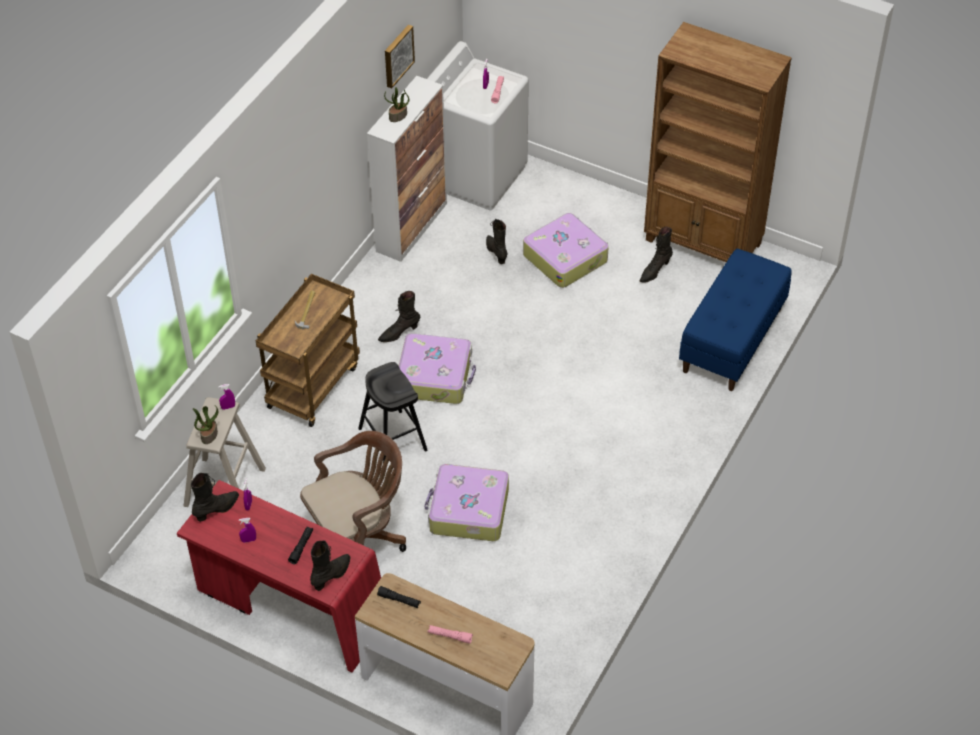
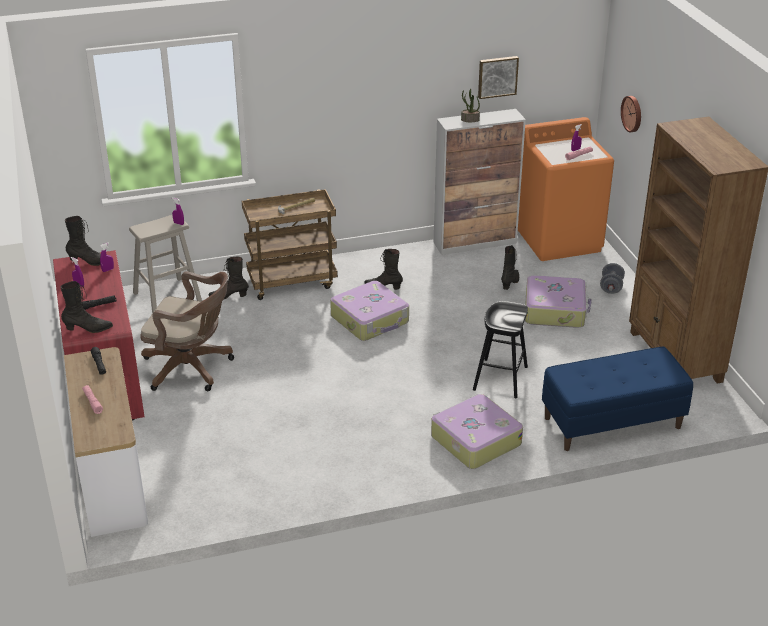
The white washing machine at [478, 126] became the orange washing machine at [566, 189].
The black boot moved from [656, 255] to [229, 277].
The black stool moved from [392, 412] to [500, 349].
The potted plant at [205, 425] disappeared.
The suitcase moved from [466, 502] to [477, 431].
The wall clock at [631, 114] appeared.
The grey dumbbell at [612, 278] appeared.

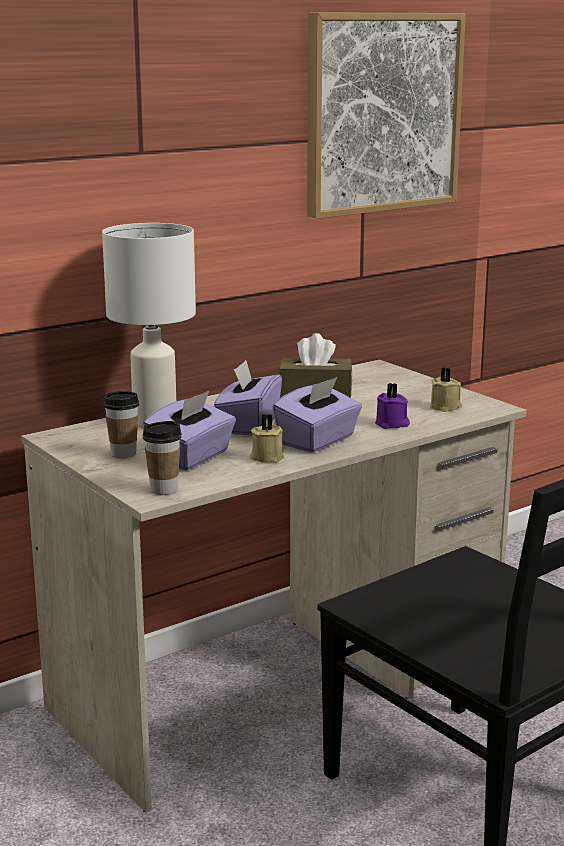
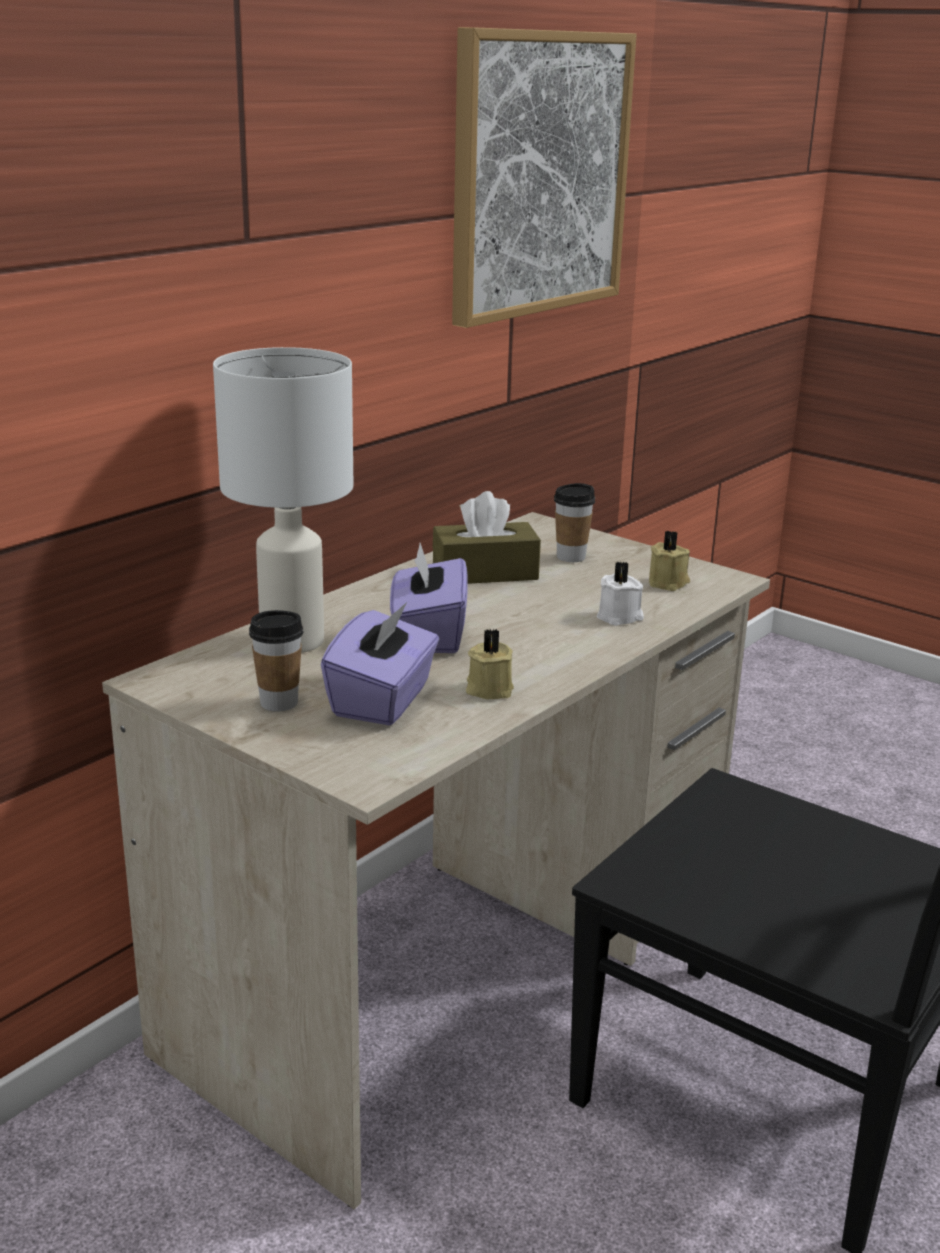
The purple tissue box at [317, 415] disappeared.
The purple candle at [392, 406] became the white candle at [620, 594].
The cup moved from [162, 458] to [574, 522].

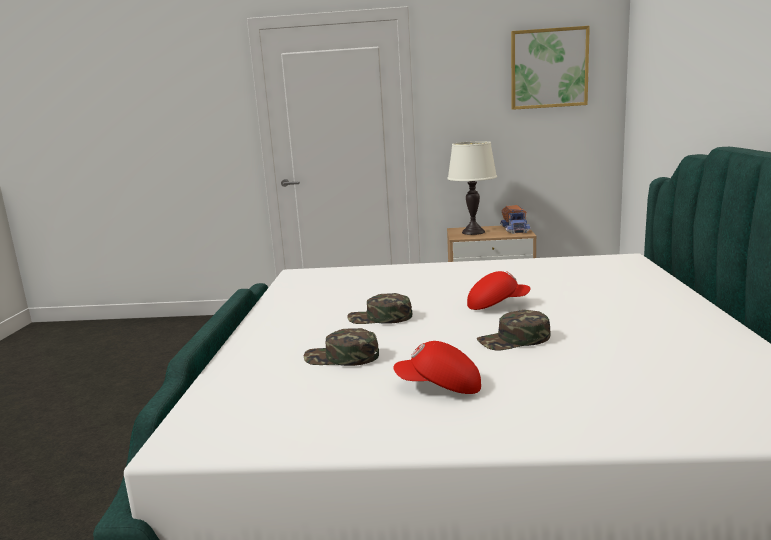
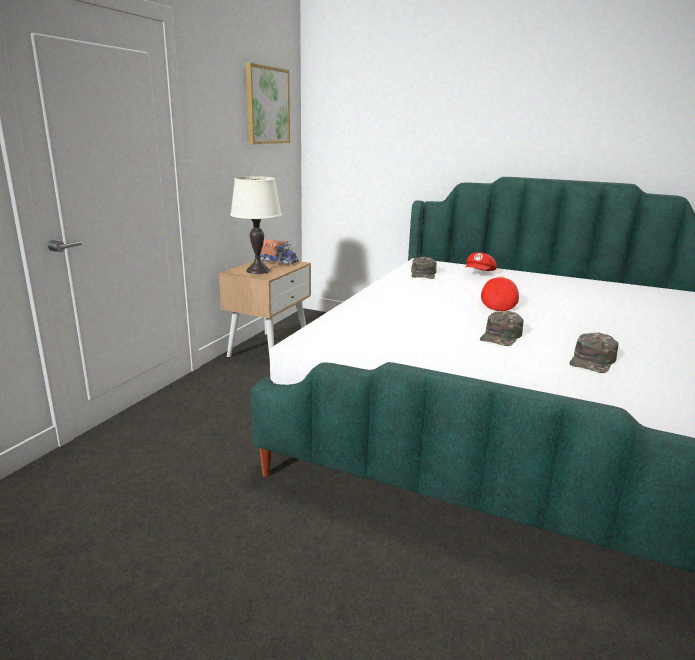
The green cap moved from [514, 330] to [423, 268].
The red cap moved from [437, 367] to [481, 261].

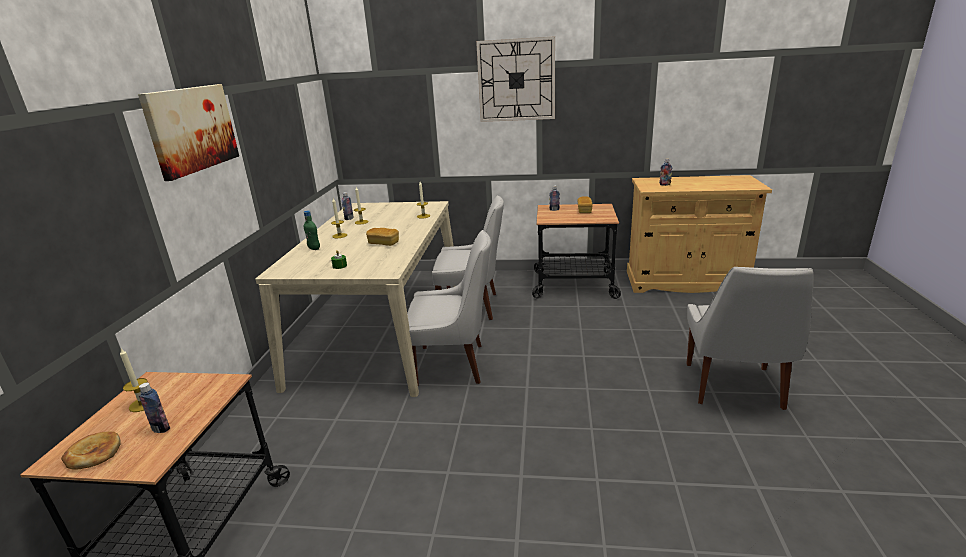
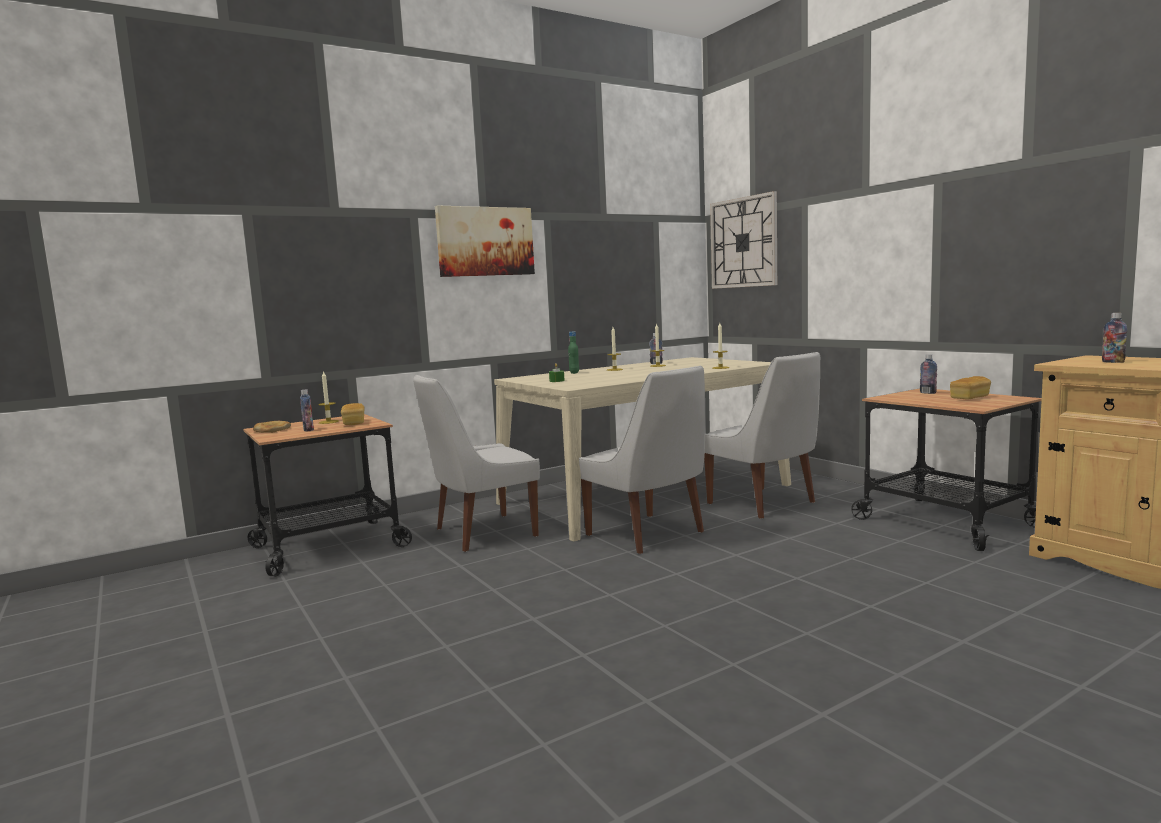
The wall clock moved from [515, 79] to [743, 240].
The bread moved from [382, 237] to [352, 414].
The white chair moved from [749, 338] to [476, 463].

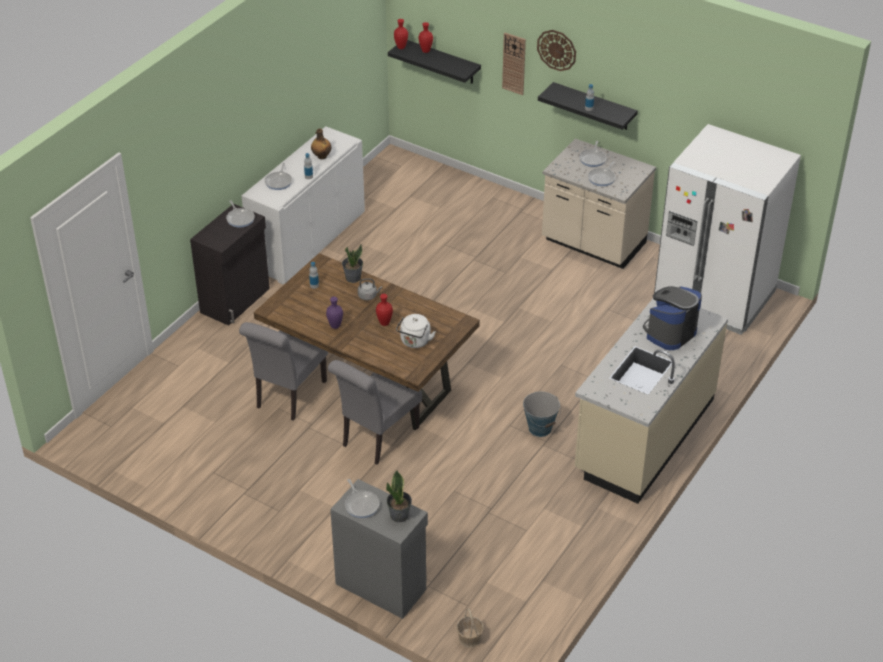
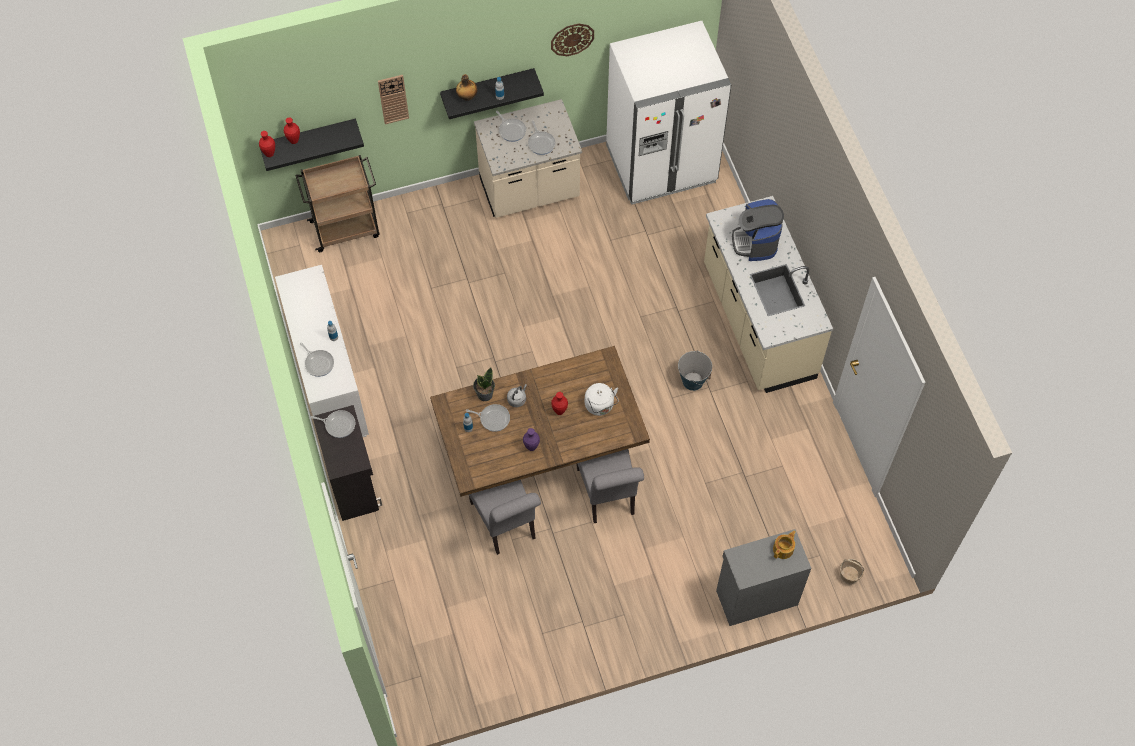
The wall clock moved from [556, 50] to [572, 39].
The bottle moved from [321, 144] to [466, 87].
The potted plant at [399, 496] was replaced by the teapot at [784, 545].
The frying pan moved from [362, 498] to [488, 418].
The brown cart at [337, 203] appeared.

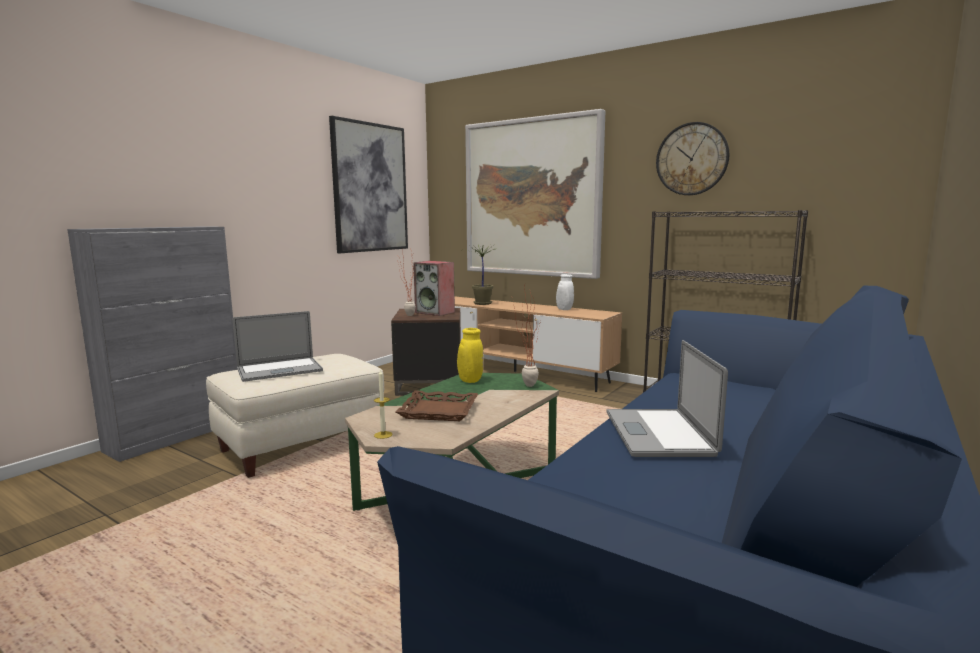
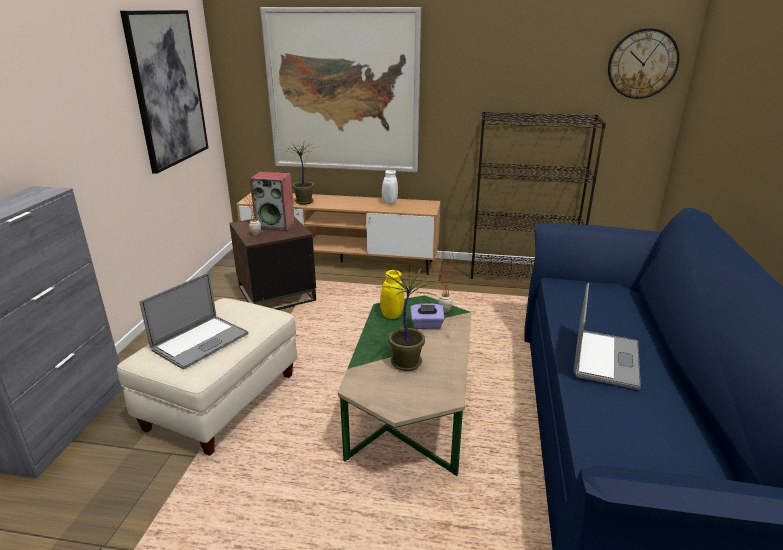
The wall clock moved from [692, 158] to [644, 63].
The laptop at [667, 398] turned 135 degrees counterclockwise.
The candle at [383, 404] disappeared.
The brown tray at [436, 405] was replaced by the potted plant at [411, 317].
The purple tissue box at [427, 316] appeared.

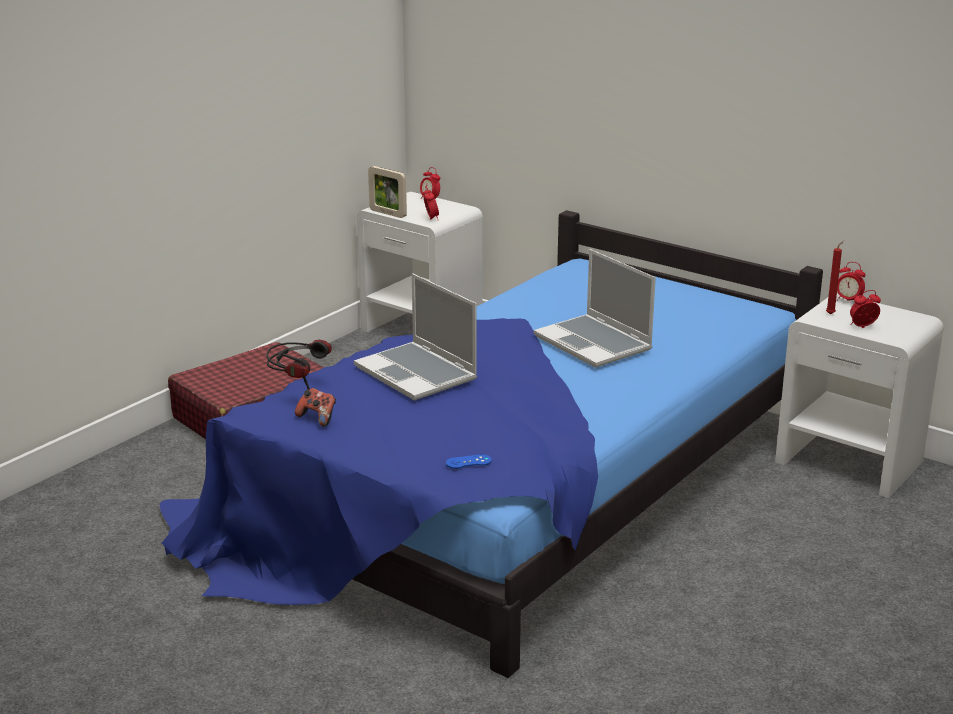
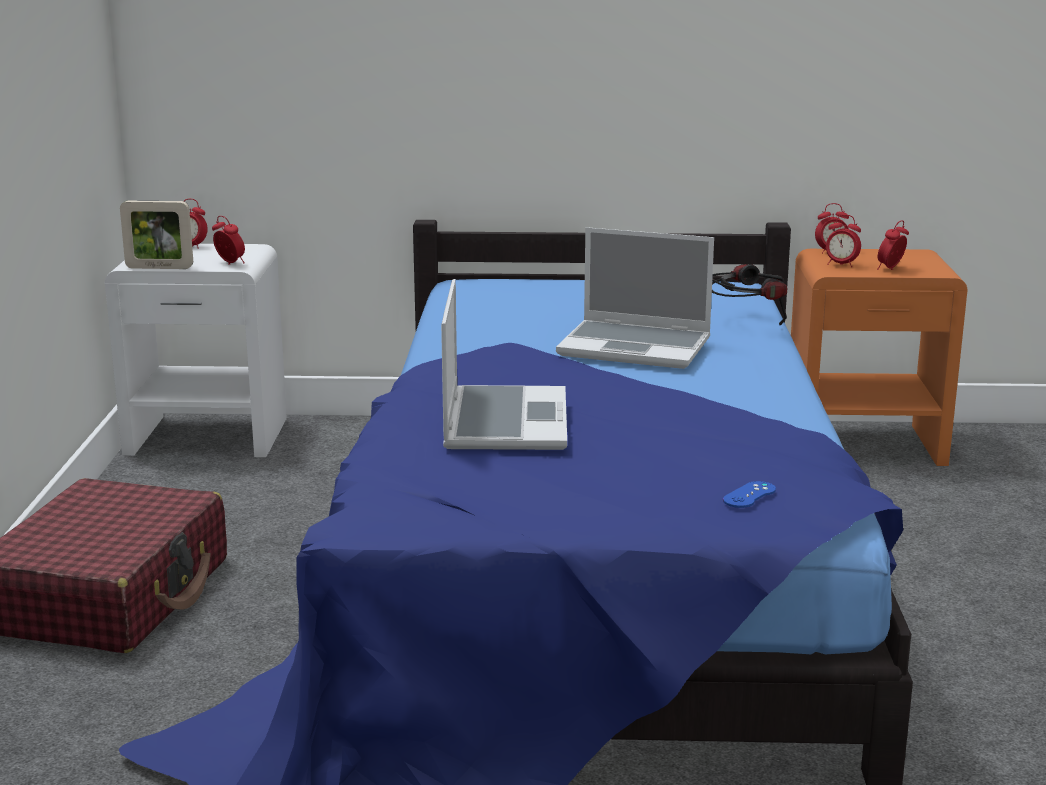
The red candle at [835, 278] was replaced by the alarm clock at [843, 241].
The laptop at [415, 337] turned 105 degrees counterclockwise.
The white nightstand at [859, 396] became the orange nightstand at [879, 357].
The headphones moved from [299, 365] to [749, 295].
The game controller at [315, 407] disappeared.

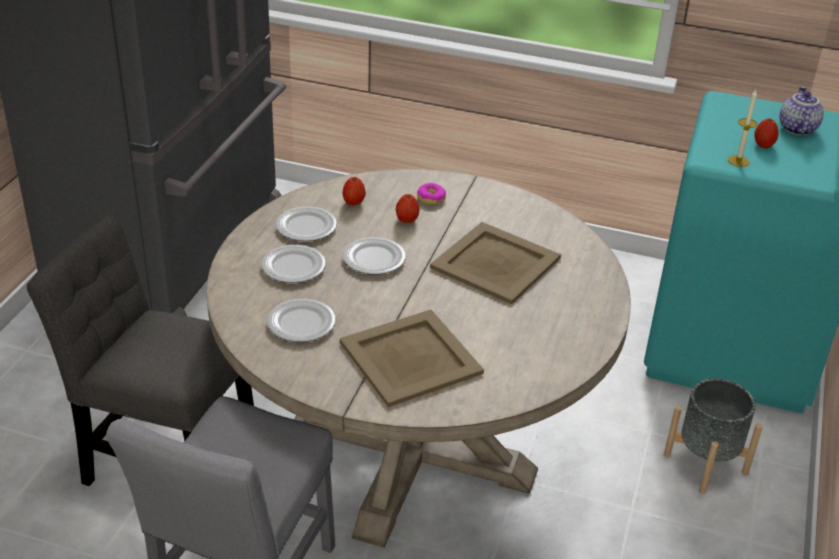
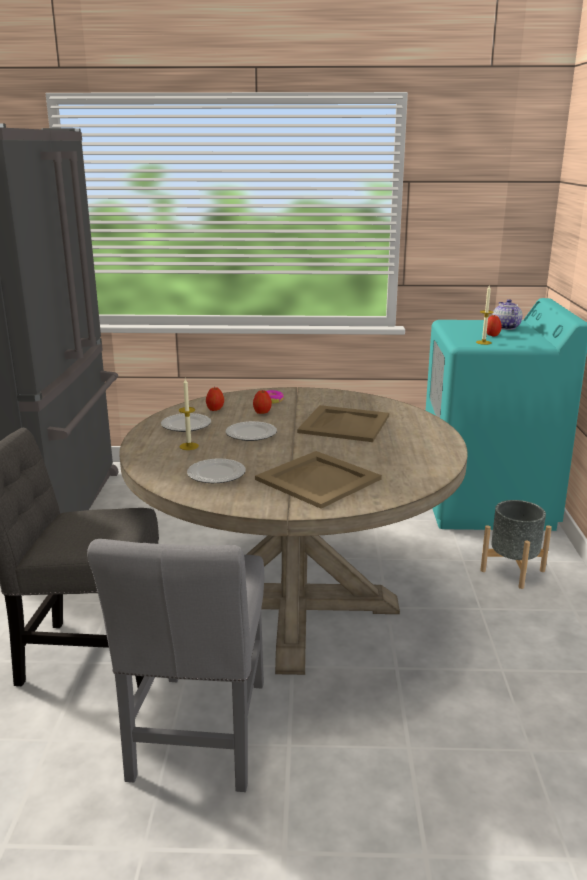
The plate at [293, 264] was replaced by the candle at [189, 414].

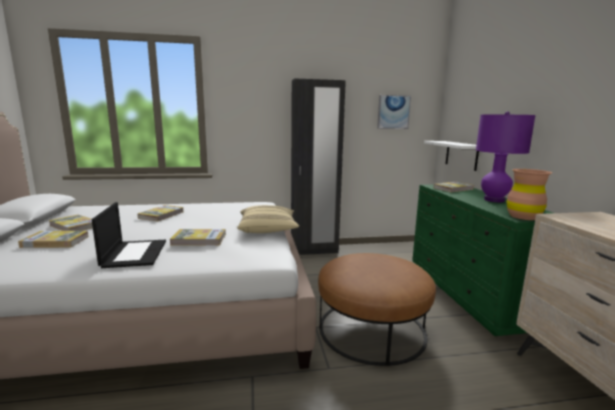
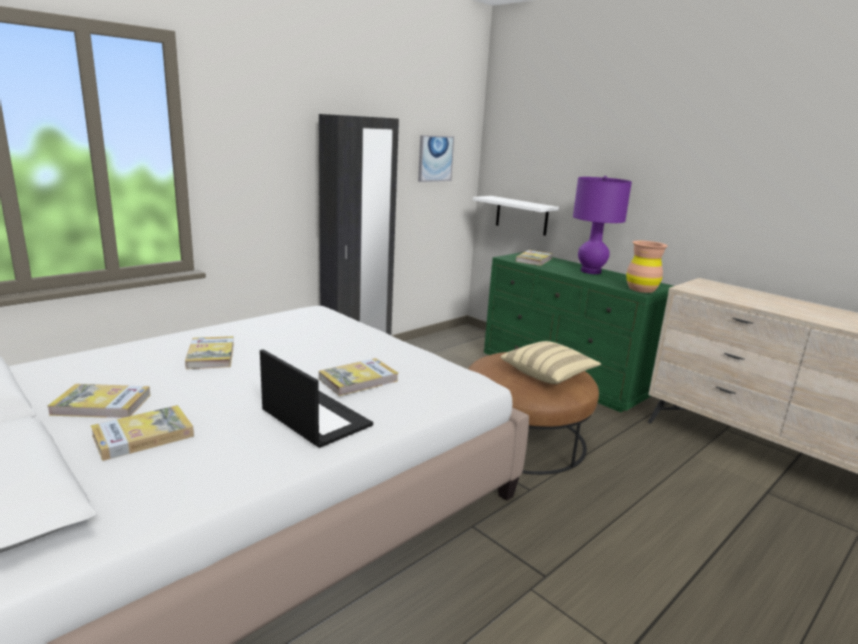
The beige pillow moved from [268, 219] to [551, 362].

